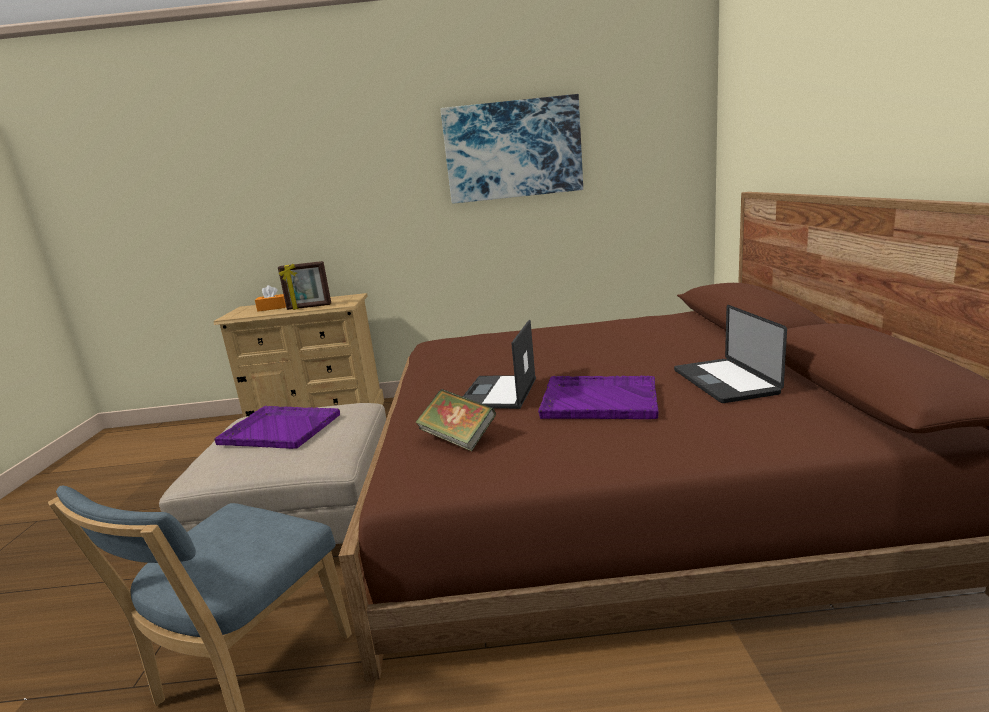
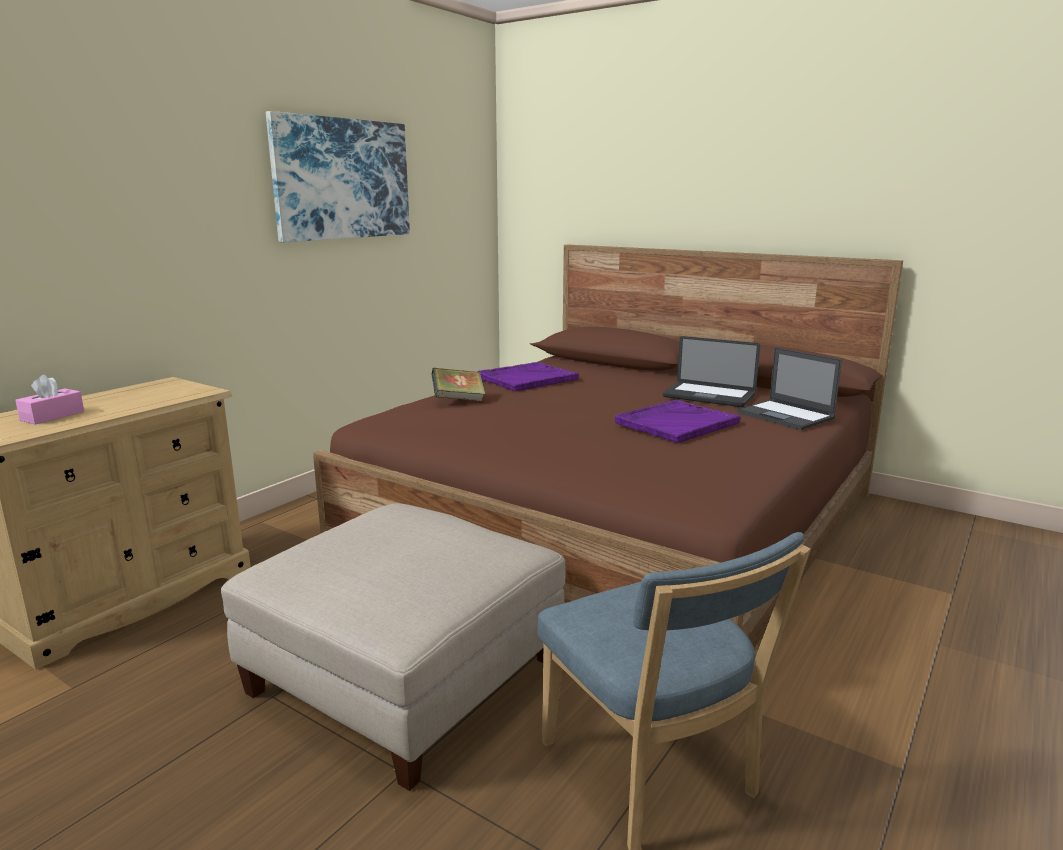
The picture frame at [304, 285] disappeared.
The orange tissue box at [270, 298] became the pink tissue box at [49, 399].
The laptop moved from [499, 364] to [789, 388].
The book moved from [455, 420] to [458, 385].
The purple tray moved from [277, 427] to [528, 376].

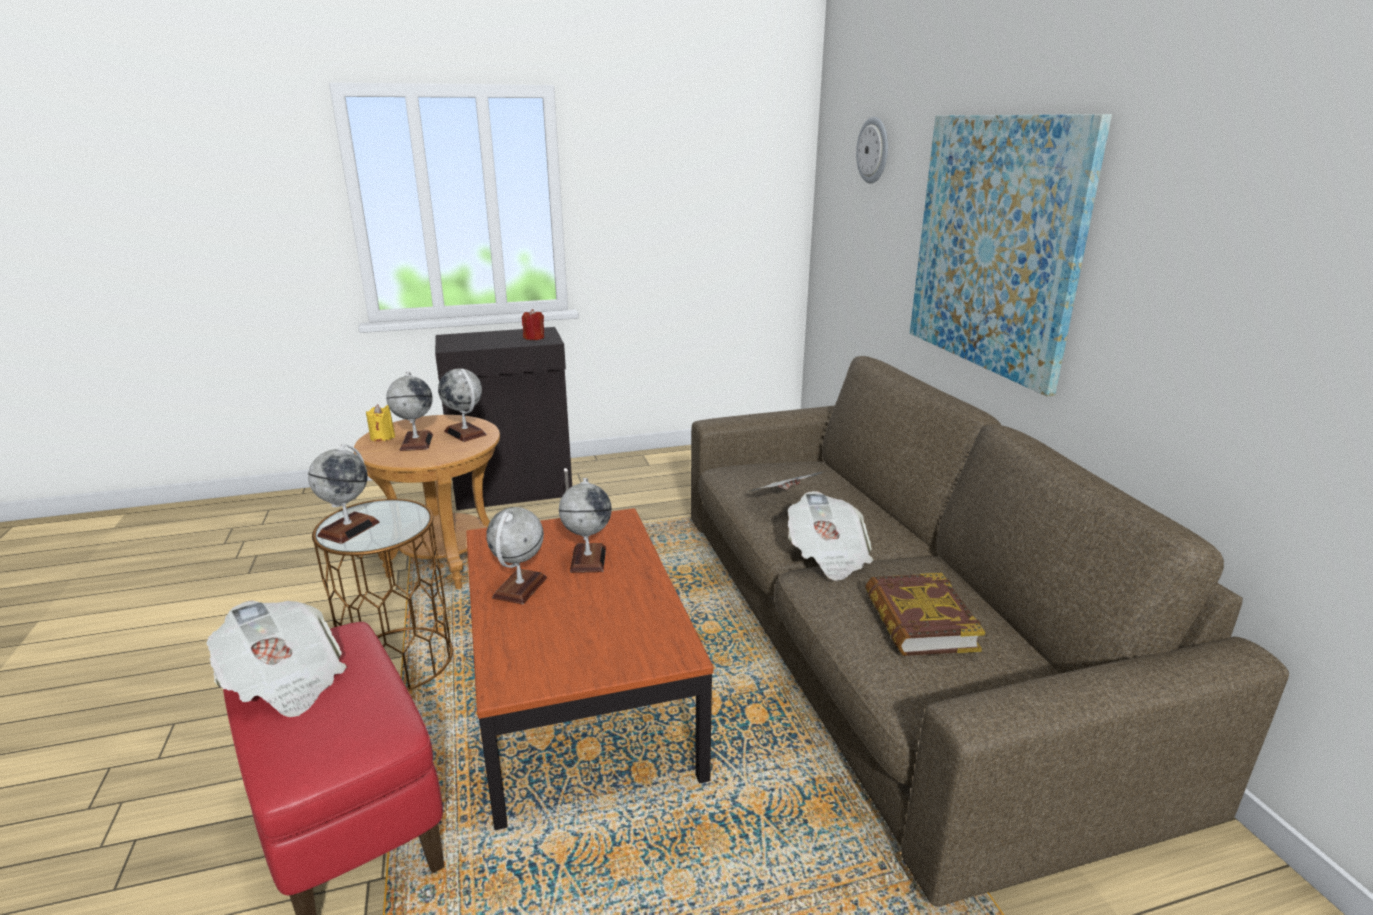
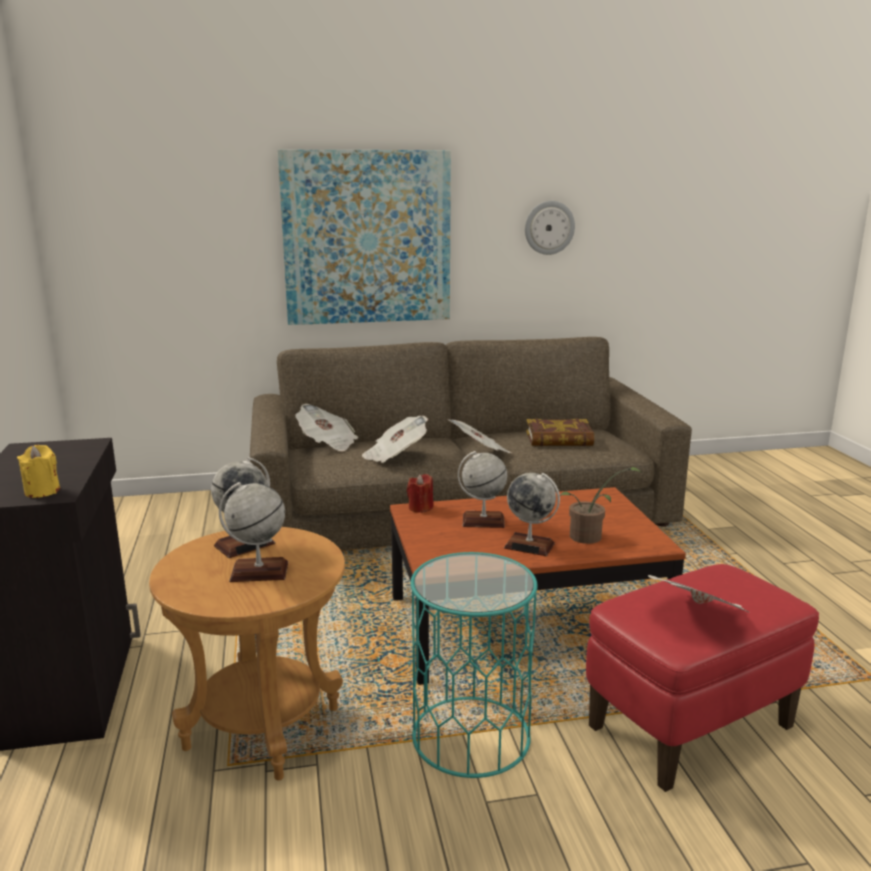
The wall clock moved from [872, 150] to [550, 228].
The red candle moved from [533, 324] to [420, 493].
The yellow candle moved from [380, 423] to [38, 471].
The globe at [344, 494] disappeared.
The brown side table at [382, 595] became the turquoise side table at [474, 665].
The newspaper at [326, 427] appeared.
The potted plant at [601, 505] appeared.

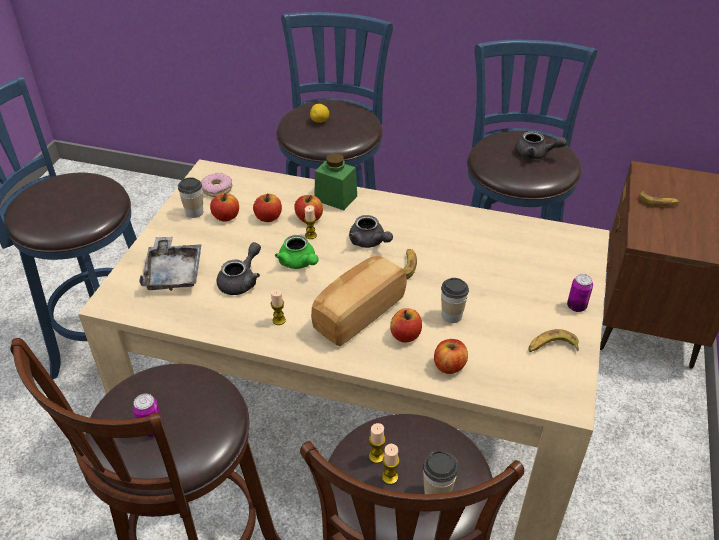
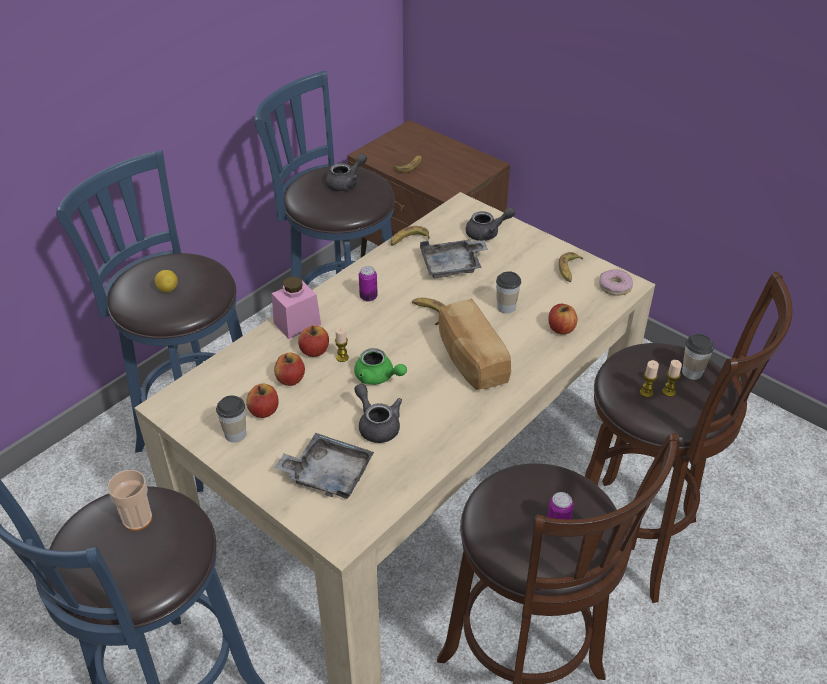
The green jar at [336, 181] became the pink jar at [296, 307].
The donut moved from [216, 185] to [616, 282].
The grey teapot moved from [371, 231] to [491, 224].
The green teapot at [297, 252] turned 45 degrees clockwise.
The can moved from [580, 293] to [368, 284].
The candle at [278, 307] disappeared.
The apple at [406, 325] disappeared.
The banana at [410, 236] appeared.
The grey tray at [454, 258] appeared.
The cup at [129, 500] appeared.

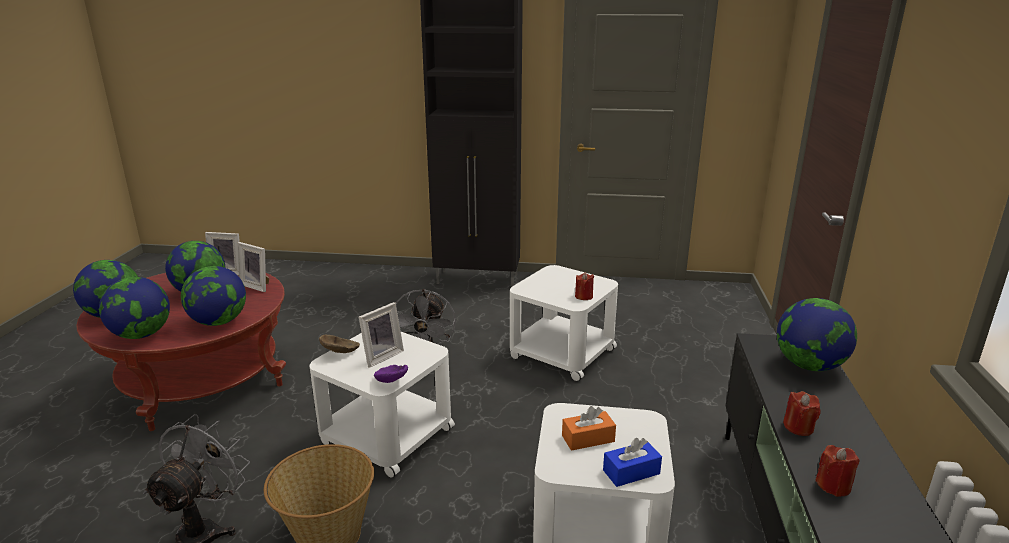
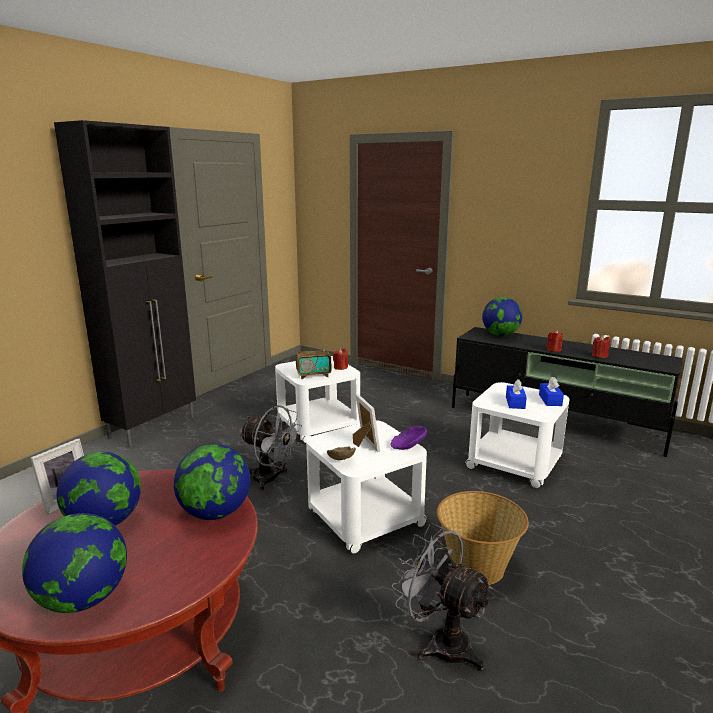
The picture frame at [253, 267] disappeared.
The globe at [134, 308] disappeared.
The orange tissue box at [589, 428] became the blue tissue box at [516, 394].
The radio at [313, 356] appeared.

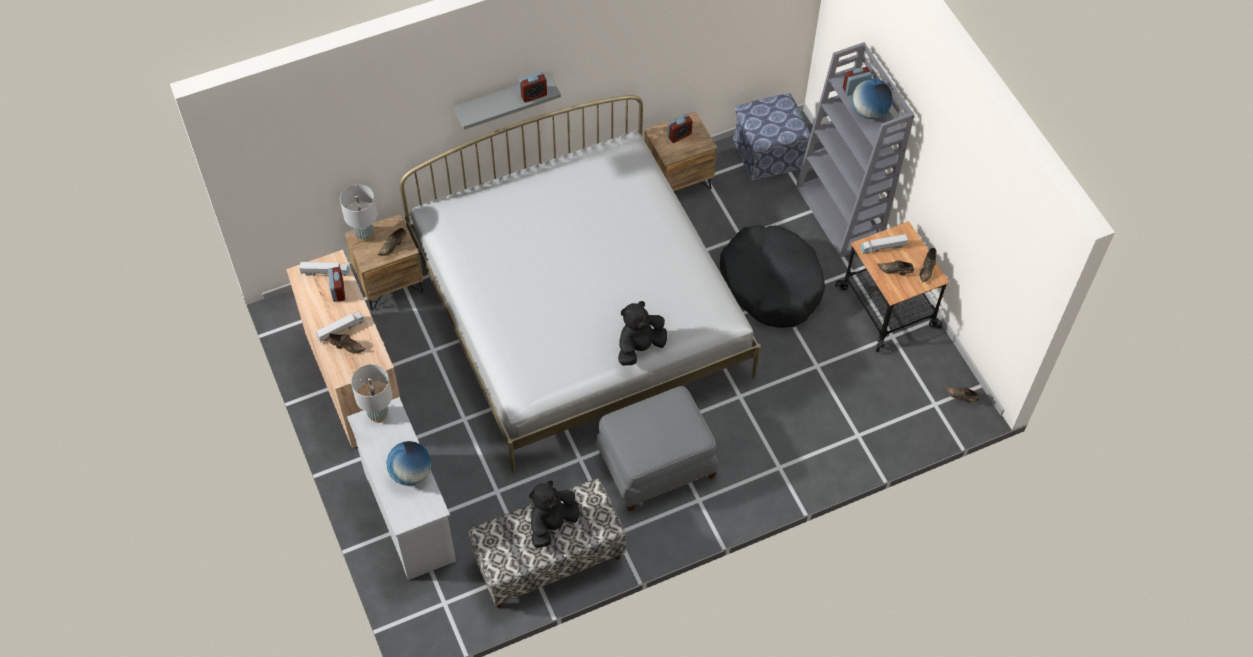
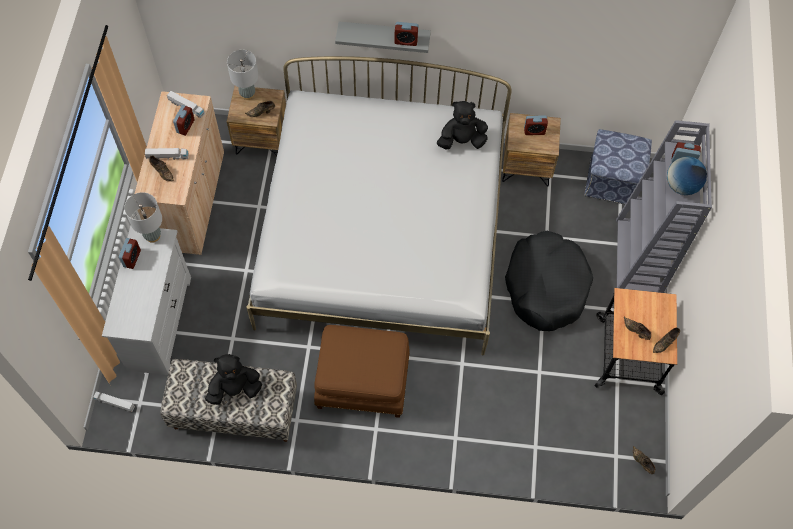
The toy truck moved from [884, 244] to [114, 401].
The black plush toy moved from [642, 333] to [462, 125].
The grey ottoman at [657, 449] became the brown ottoman at [362, 371].
The globe at [408, 463] disappeared.
The alarm clock at [130, 253] appeared.

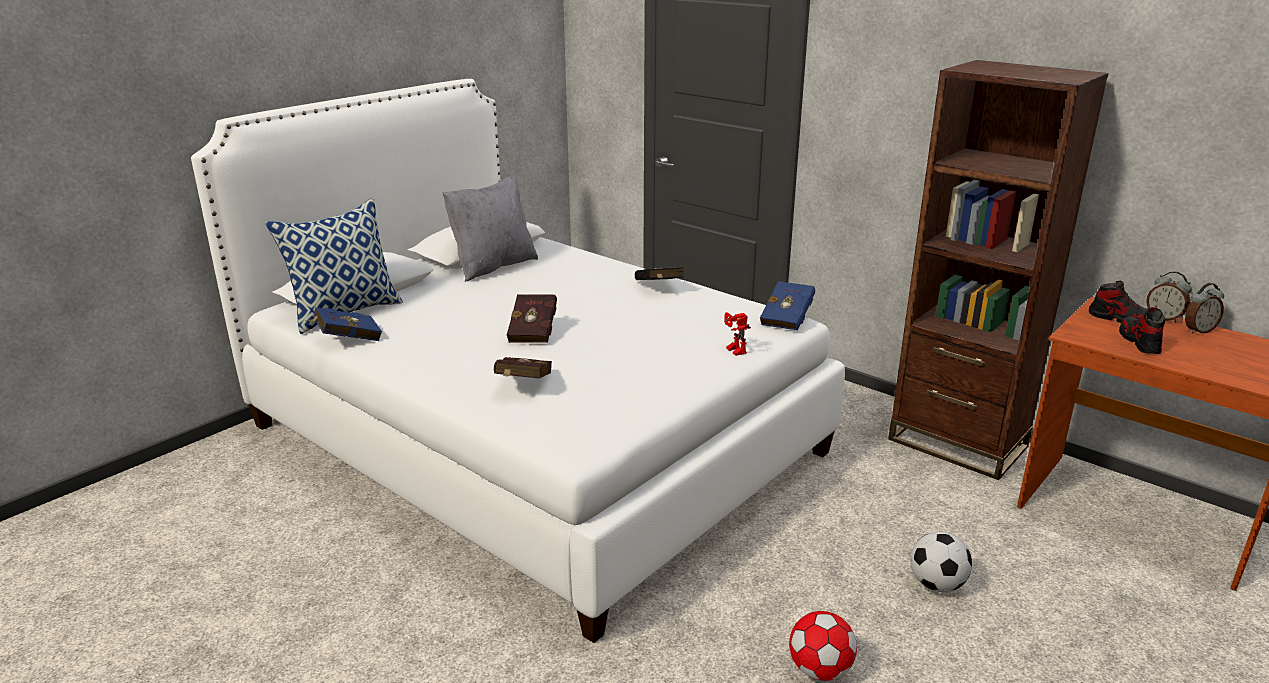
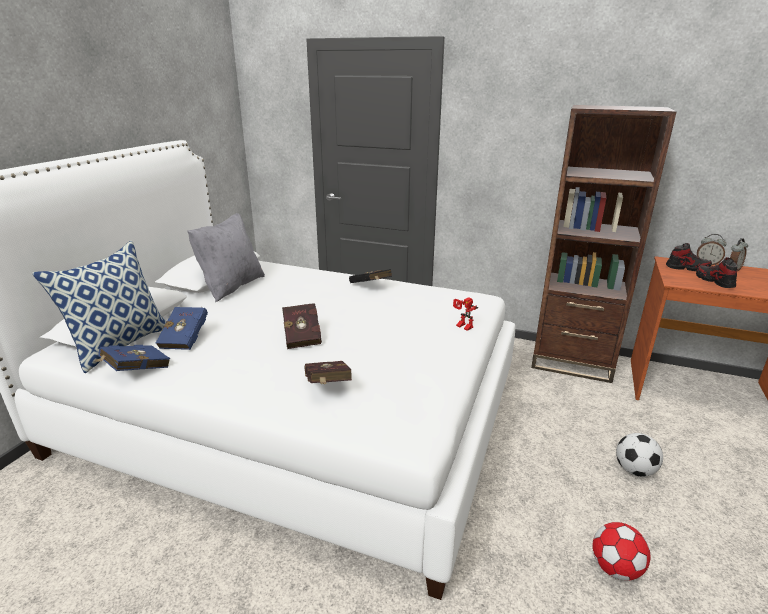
The blue book moved from [787, 305] to [182, 328].

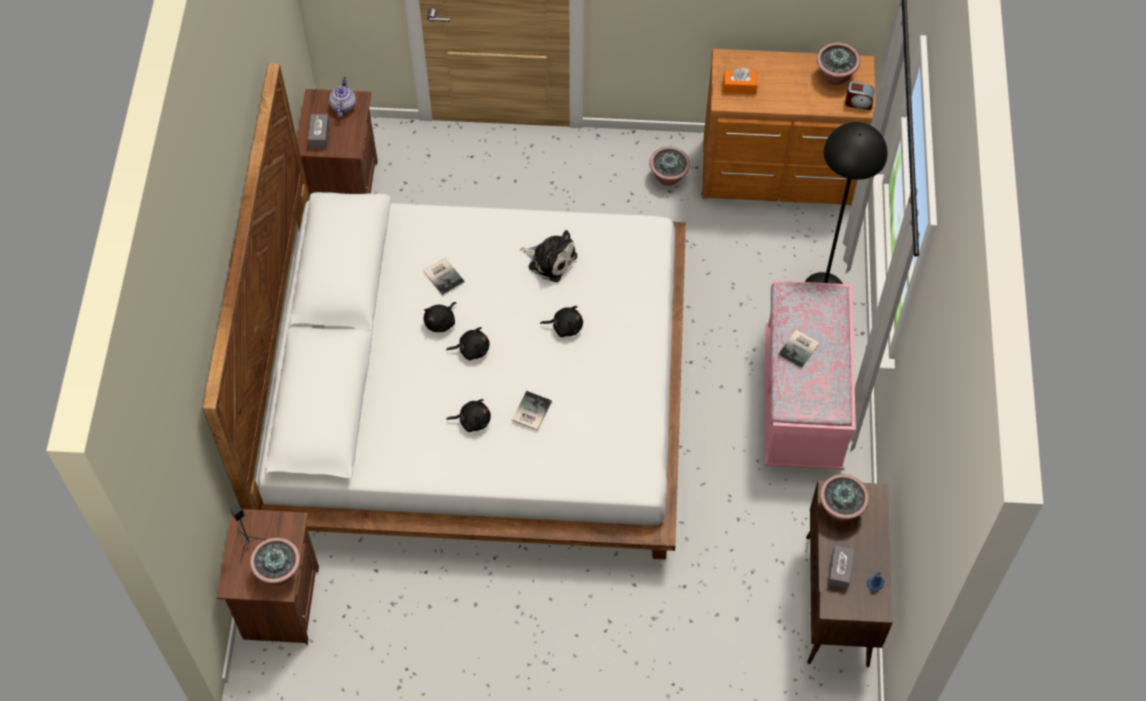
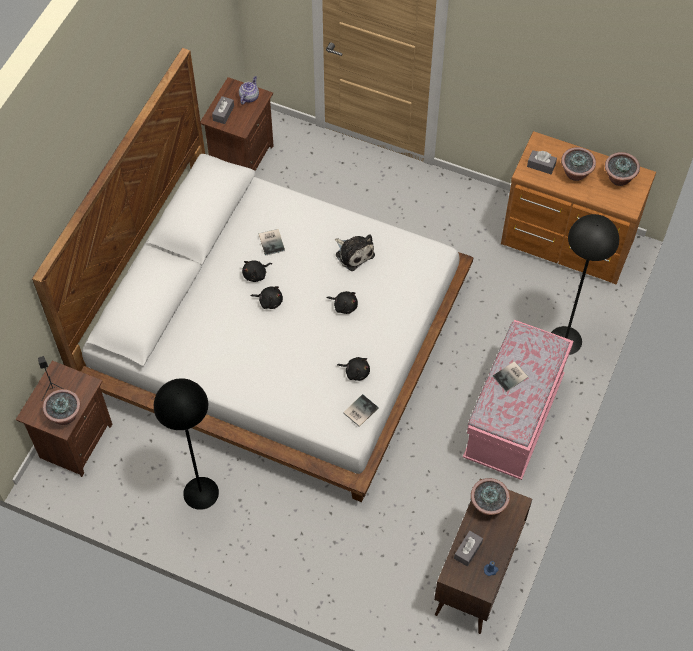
The orange tissue box at [740, 81] became the grey tissue box at [542, 162].
The alarm clock at [859, 95] disappeared.
The potted plant moved from [670, 166] to [578, 164].
The book moved from [532, 411] to [361, 410].
The black plush toy moved from [468, 415] to [353, 369].
The black floor lamp at [186, 444] appeared.

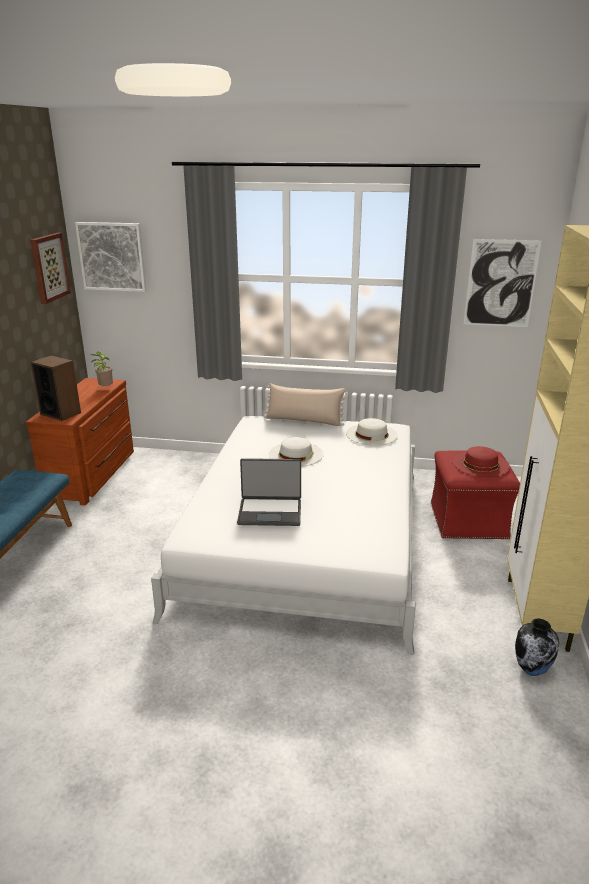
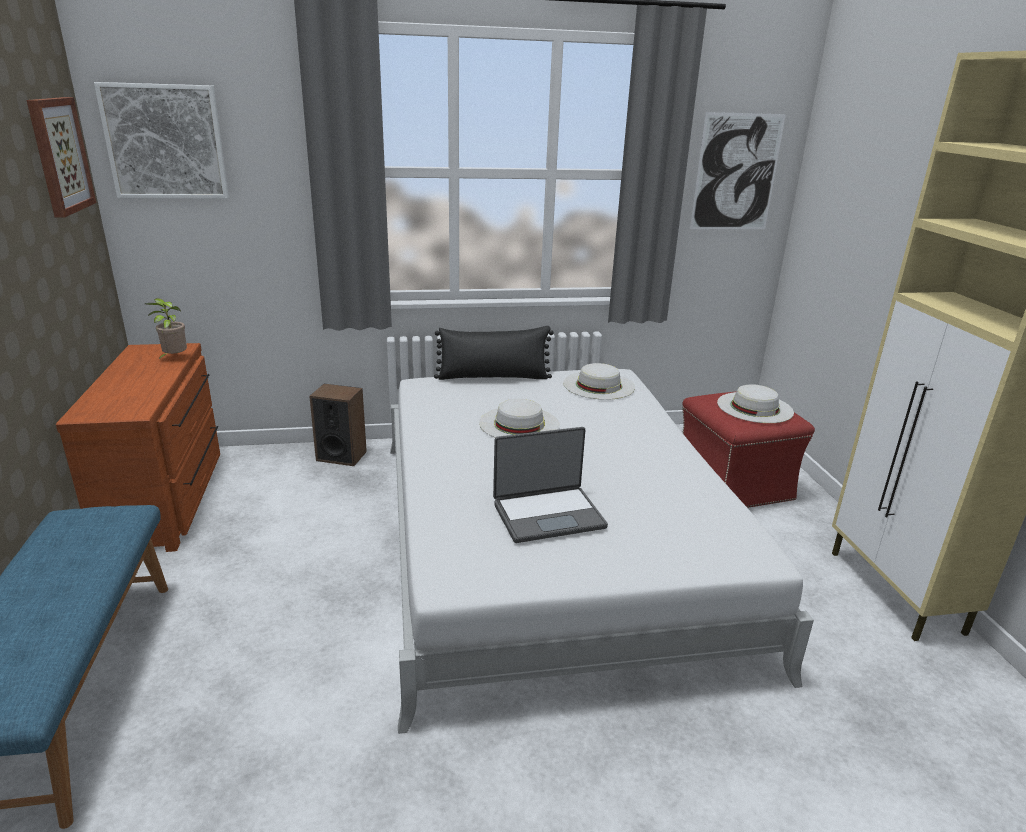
The speaker moved from [56, 388] to [338, 425].
The beige pillow at [306, 404] became the black pillow at [494, 353].
The red hat at [481, 461] became the white hat at [755, 403].
The vase at [537, 647] disappeared.

